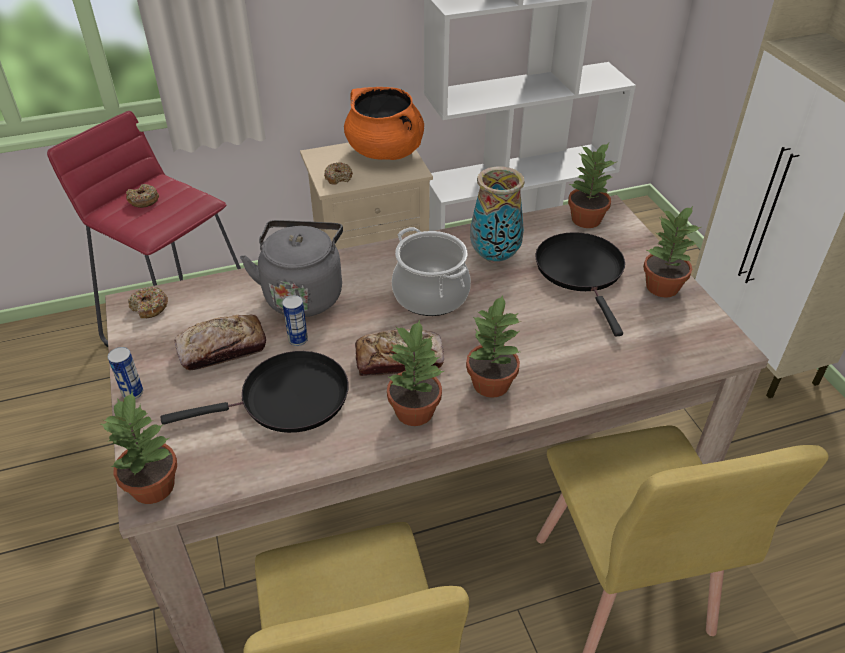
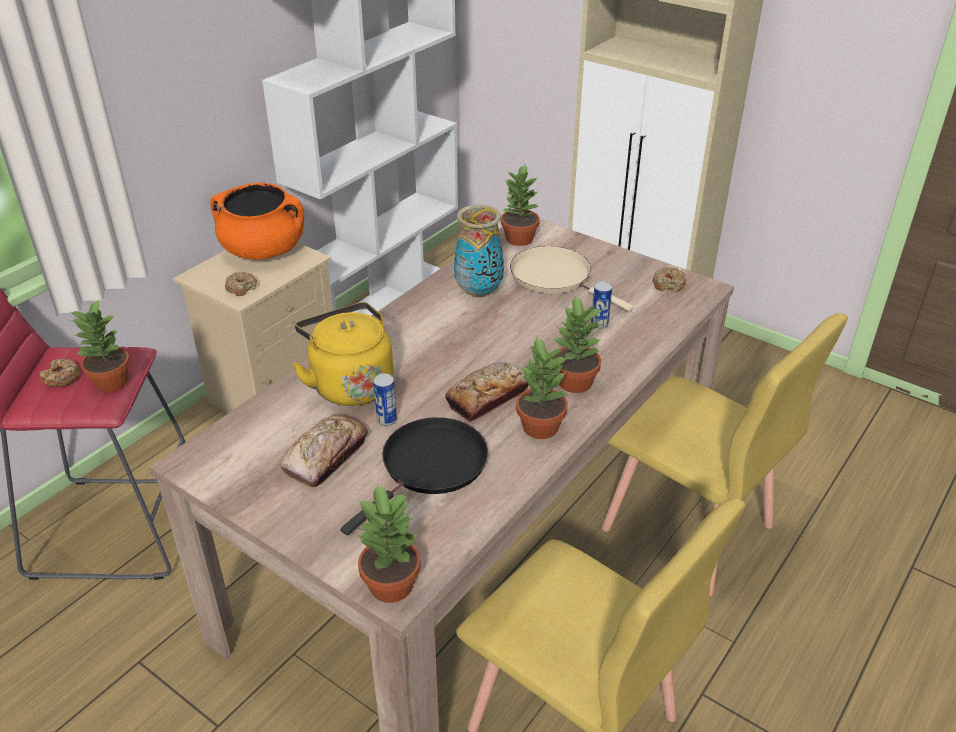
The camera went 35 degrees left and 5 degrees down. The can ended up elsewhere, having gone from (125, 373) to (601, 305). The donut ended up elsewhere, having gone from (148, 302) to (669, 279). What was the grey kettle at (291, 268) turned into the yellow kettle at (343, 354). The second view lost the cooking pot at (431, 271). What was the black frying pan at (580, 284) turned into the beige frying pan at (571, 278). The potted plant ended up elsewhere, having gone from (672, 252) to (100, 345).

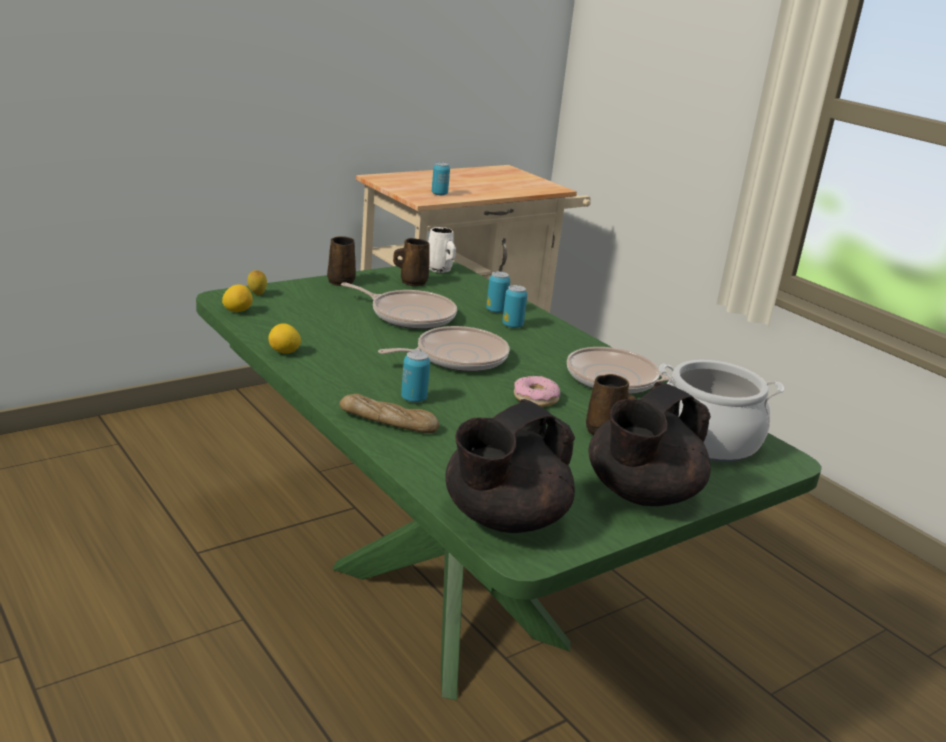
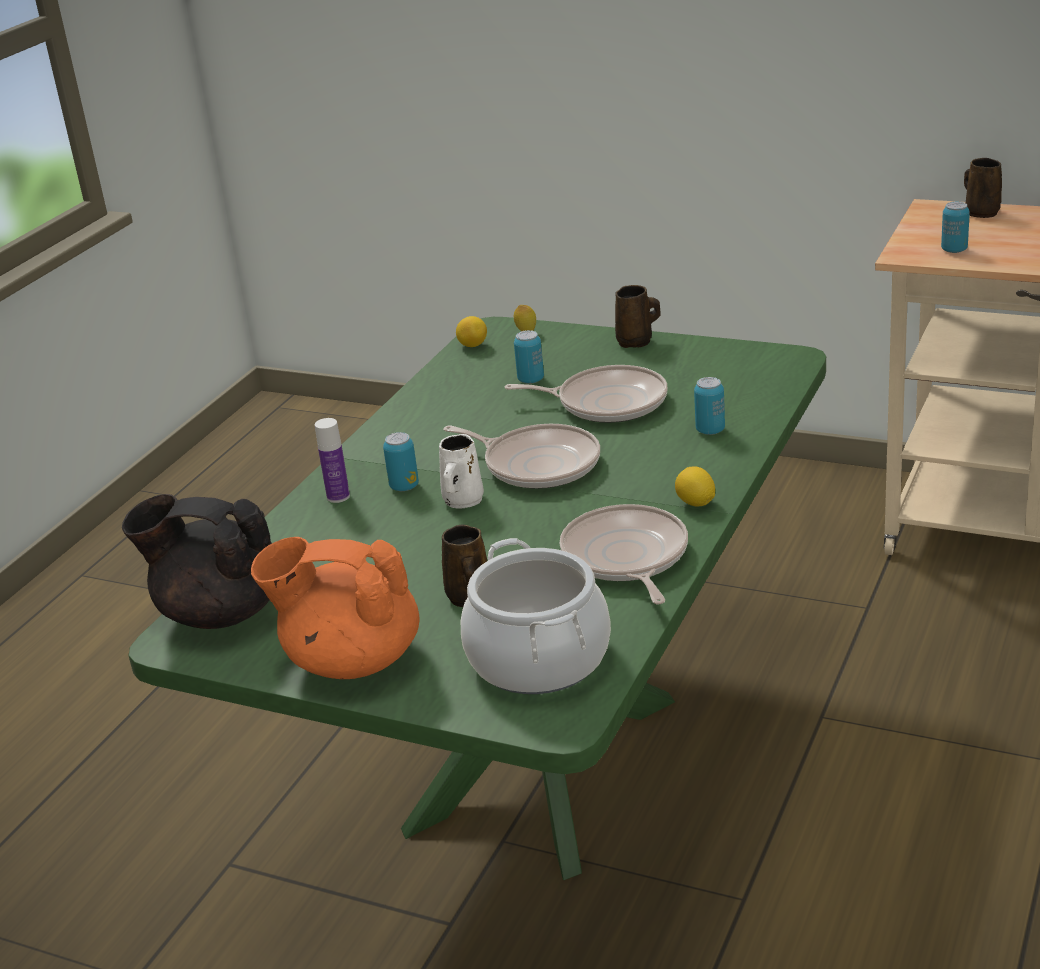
The camera went 65 degrees right and 5 degrees up. The lemon ended up elsewhere, having gone from (284, 338) to (695, 486). Where the bread stood at (389, 413), the bottle came to stand at (332, 460). The frying pan at (399, 305) ended up facing another way, 75 degrees counterclockwise from before. The brown mug ended up elsewhere, having gone from (411, 262) to (983, 188). The white mug ended up elsewhere, having gone from (442, 250) to (461, 471). The can ended up elsewhere, having gone from (514, 306) to (529, 357). The second view lost the donut at (537, 391). What was the black teapot at (650, 444) turned into the orange teapot at (335, 608).

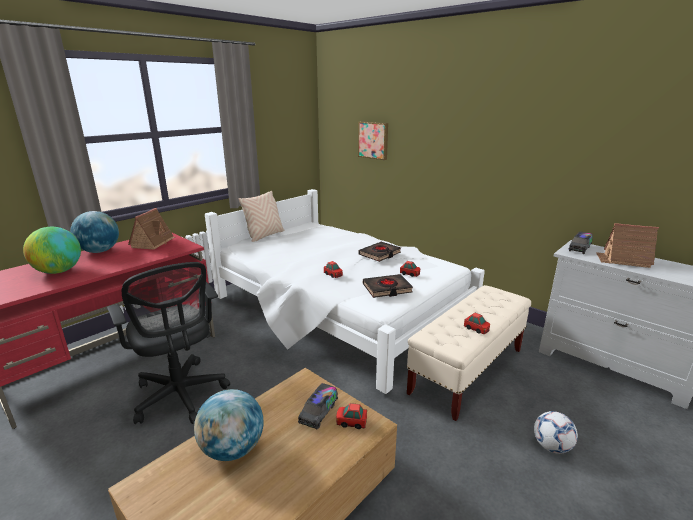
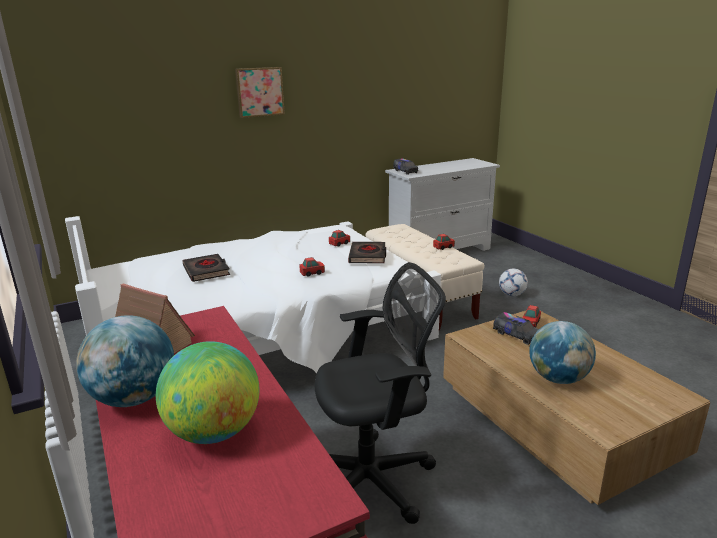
The camera went 70 degrees left and 0 degrees up. The second view lost the beige pillow at (261, 216). The picture ended up elsewhere, having gone from (373, 140) to (260, 92). The black book ended up elsewhere, having gone from (379, 252) to (206, 268). The second view lost the toy house at (627, 245).

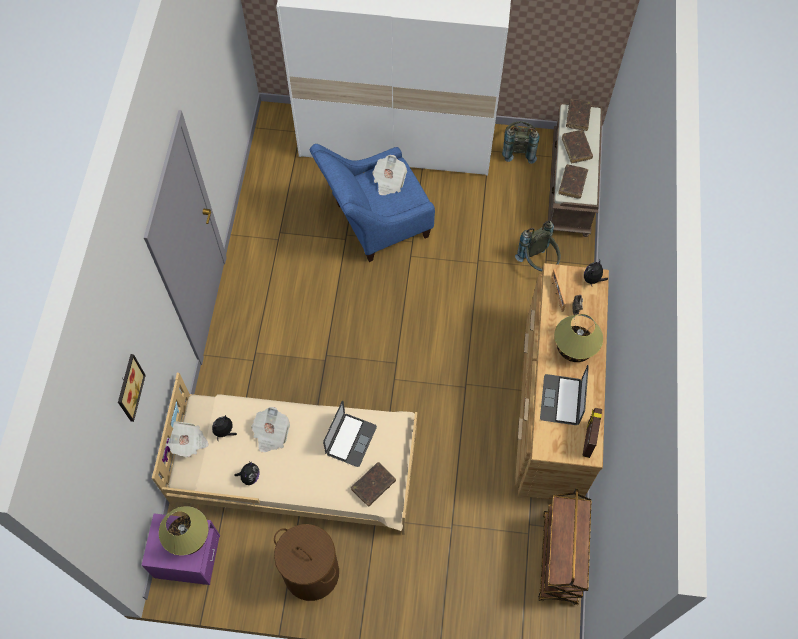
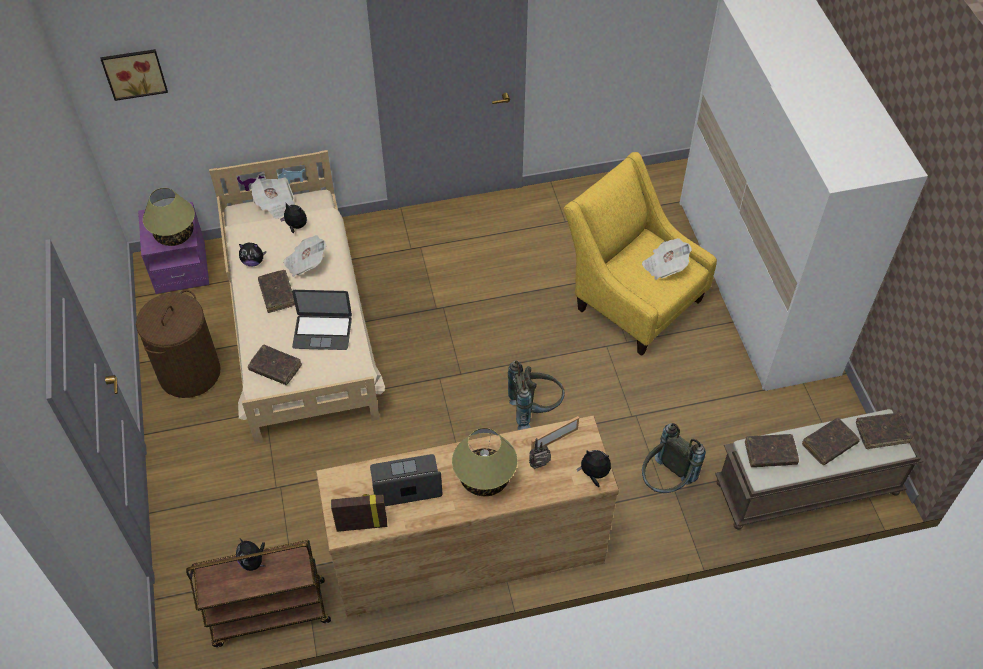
The camera went 70 degrees right and 10 degrees down. The picture ended up elsewhere, having gone from (132, 388) to (134, 75). What was the blue armchair at (372, 203) turned into the yellow armchair at (640, 254). The grey backpack ended up elsewhere, having gone from (520, 142) to (536, 395). The second view gained the plush toy at (251, 554). The second view gained the brown book at (276, 291).

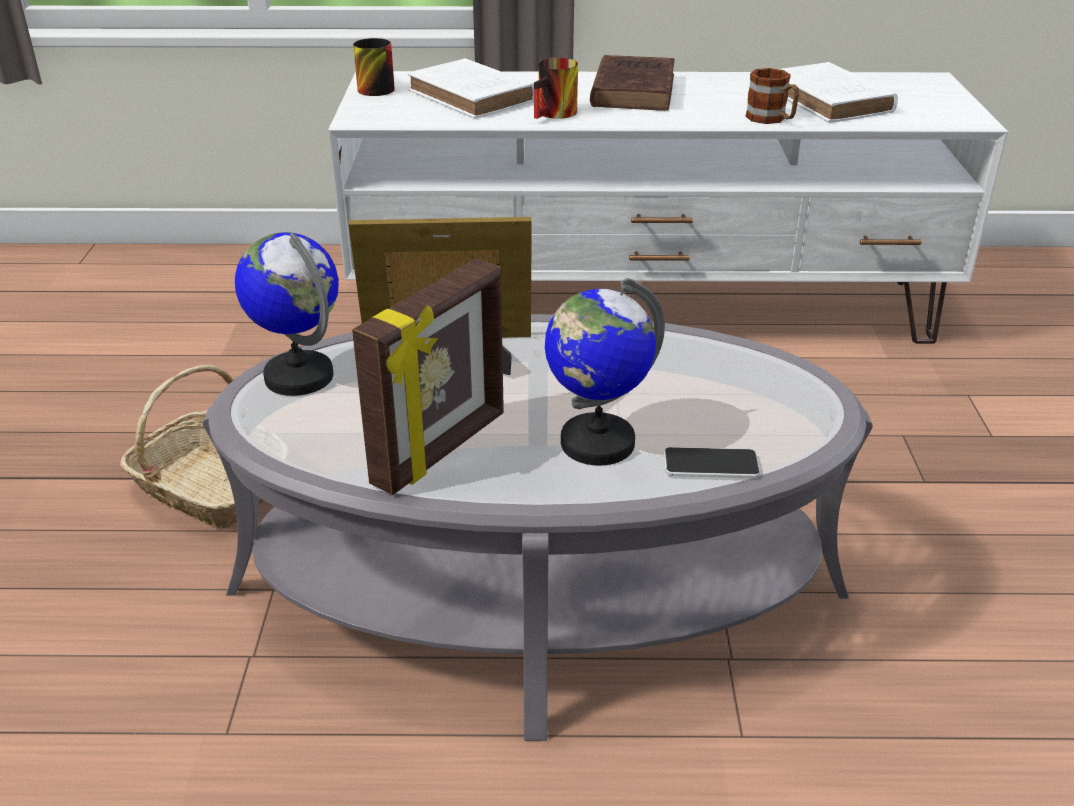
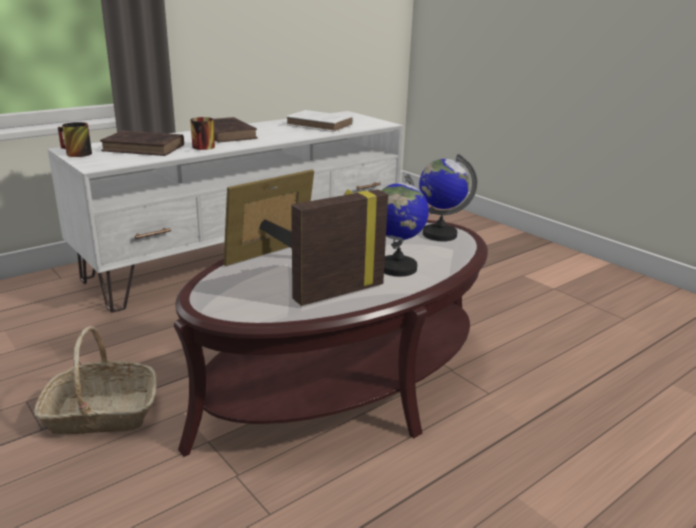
The camera went 40 degrees left and 10 degrees down. What was the grey coffee table at (537, 527) turned into the brown coffee table at (331, 338). The globe ended up elsewhere, having gone from (287, 314) to (448, 197). The picture frame at (428, 377) ended up facing another way, 120 degrees counterclockwise from before. What was the white book at (471, 88) turned into the brown book at (142, 143). The second view lost the phone at (712, 462). The second view lost the mug at (772, 96).

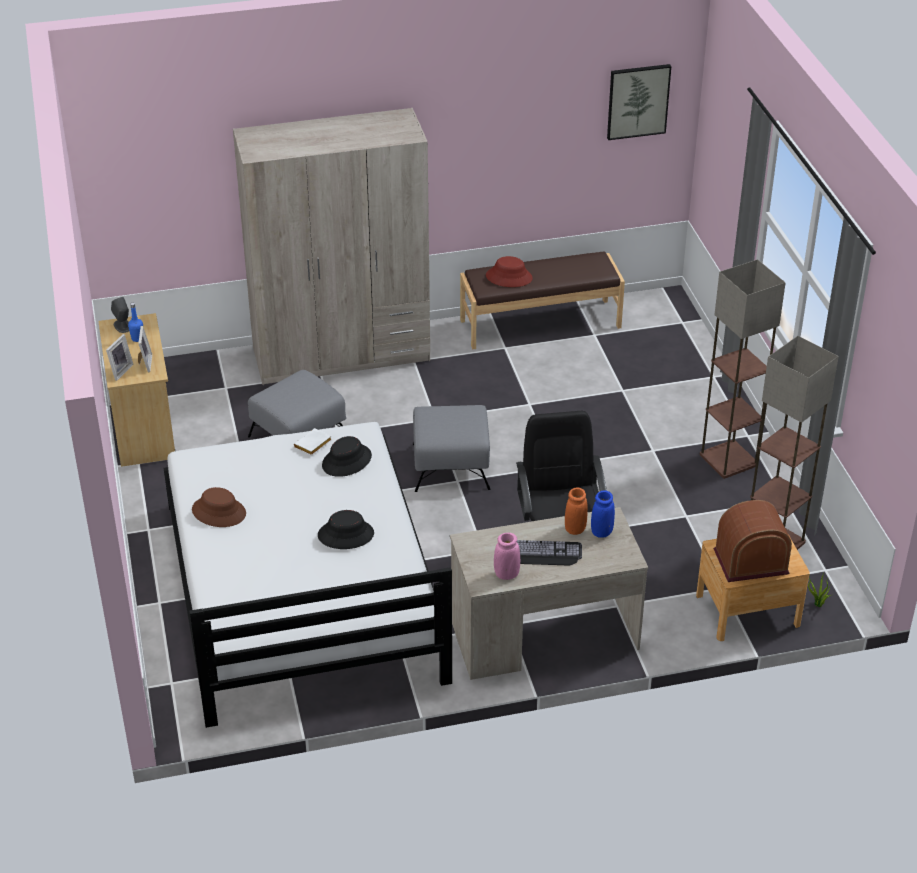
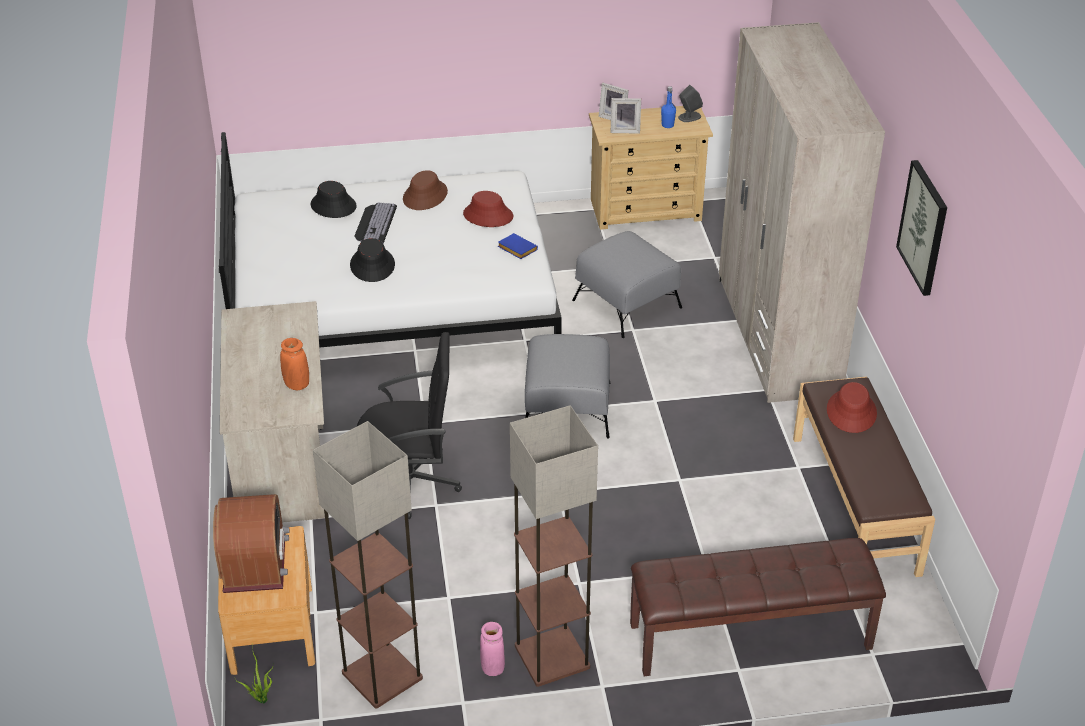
The camera went 95 degrees right and 0 degrees up. What was the white book at (313, 442) turned into the blue book at (518, 246). The black hat ended up elsewhere, having gone from (347, 456) to (333, 199). The pink vase ended up elsewhere, having gone from (507, 556) to (492, 649). The keyboard ended up elsewhere, having gone from (549, 553) to (375, 222). The second view lost the blue vase at (603, 514). The picture ended up elsewhere, having gone from (639, 102) to (921, 228). The second view gained the red hat at (488, 209). The second view gained the brown bench at (758, 607).

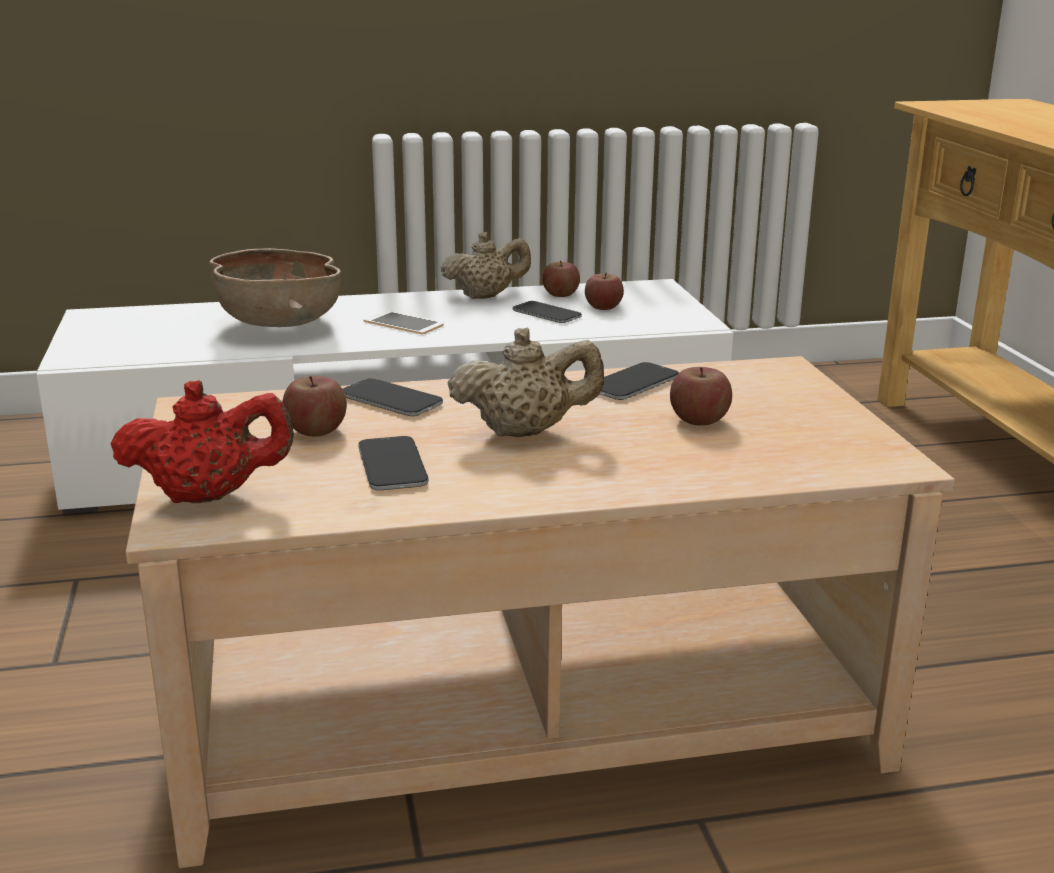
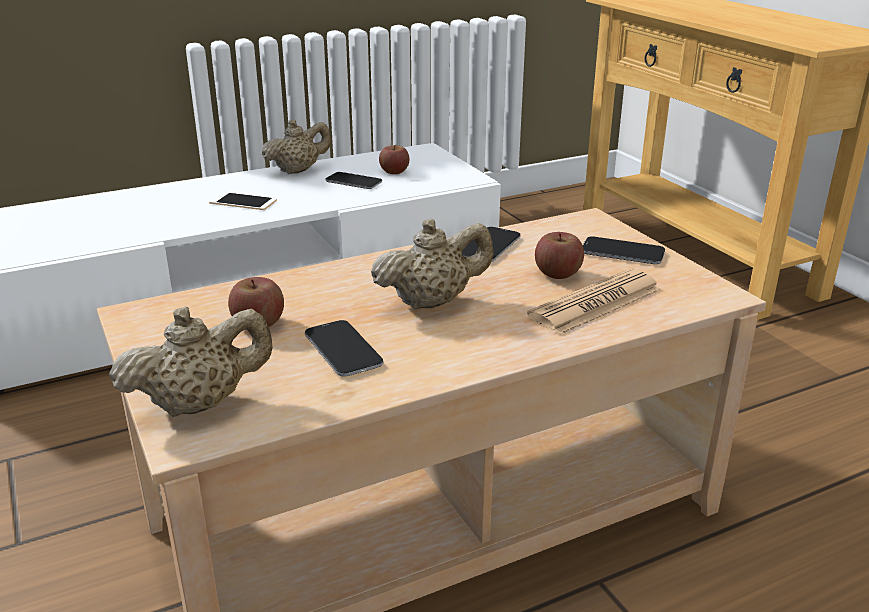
The camera went 15 degrees left and 5 degrees up. What was the red teapot at (202, 441) turned into the beige teapot at (191, 361). The second view lost the brown bowl at (275, 287). The phone ended up elsewhere, having gone from (393, 397) to (624, 250). The second view lost the apple at (561, 279). The second view gained the newspaper at (594, 302).

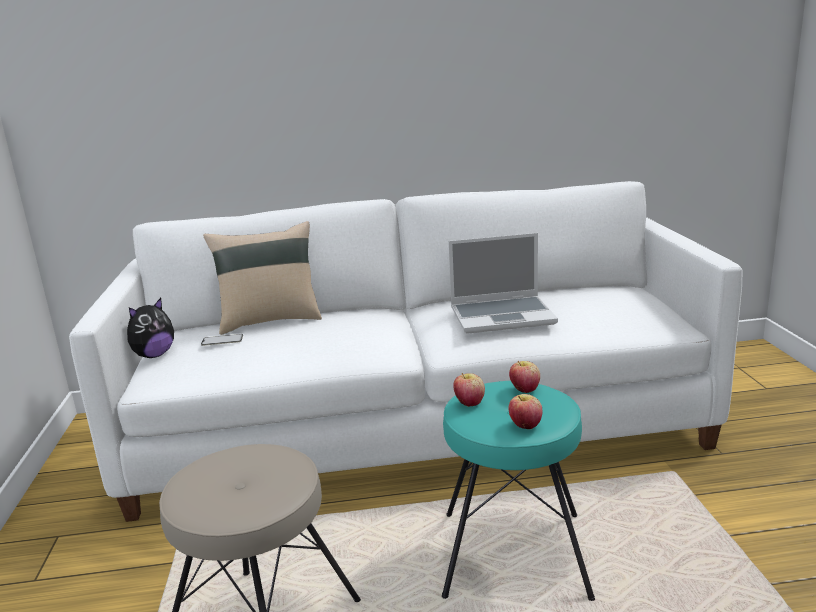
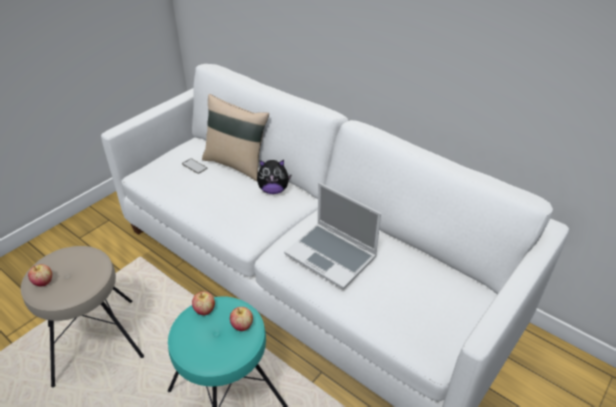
The camera went 45 degrees right and 20 degrees up. The plush toy ended up elsewhere, having gone from (150, 328) to (274, 177). The apple ended up elsewhere, having gone from (525, 411) to (40, 275).

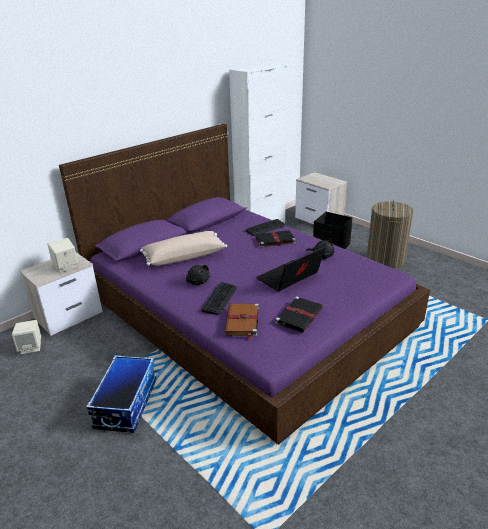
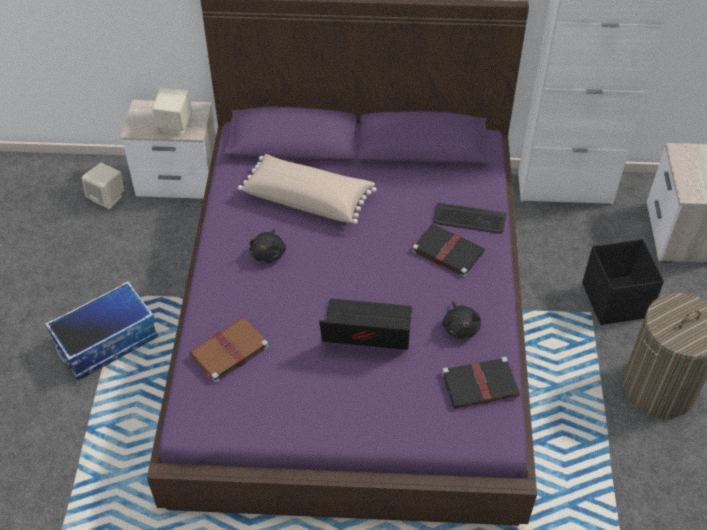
The camera went 45 degrees right and 20 degrees up. The second view lost the keyboard at (219, 298). The black book ended up elsewhere, having gone from (299, 314) to (481, 383).

